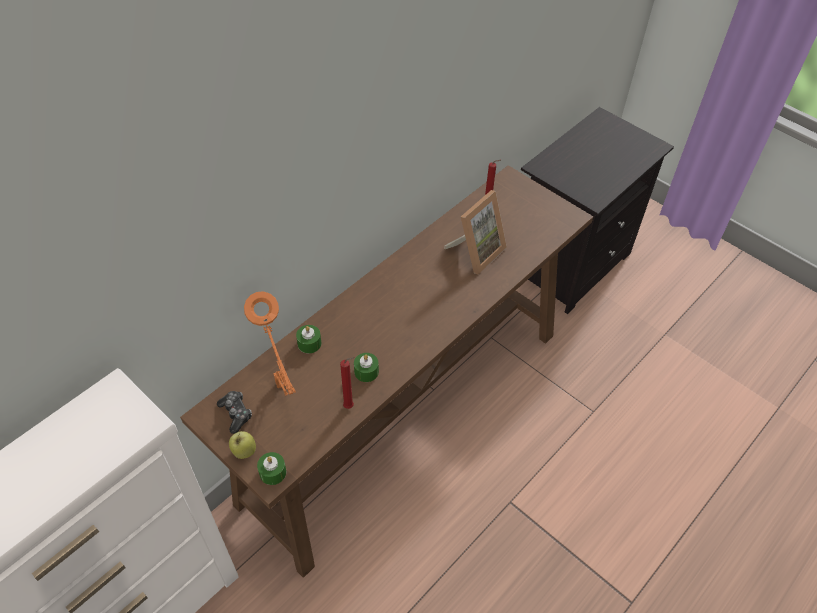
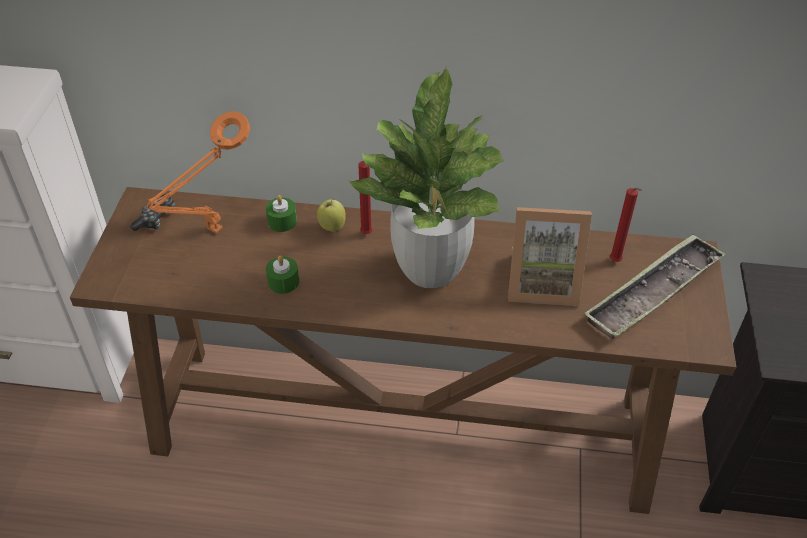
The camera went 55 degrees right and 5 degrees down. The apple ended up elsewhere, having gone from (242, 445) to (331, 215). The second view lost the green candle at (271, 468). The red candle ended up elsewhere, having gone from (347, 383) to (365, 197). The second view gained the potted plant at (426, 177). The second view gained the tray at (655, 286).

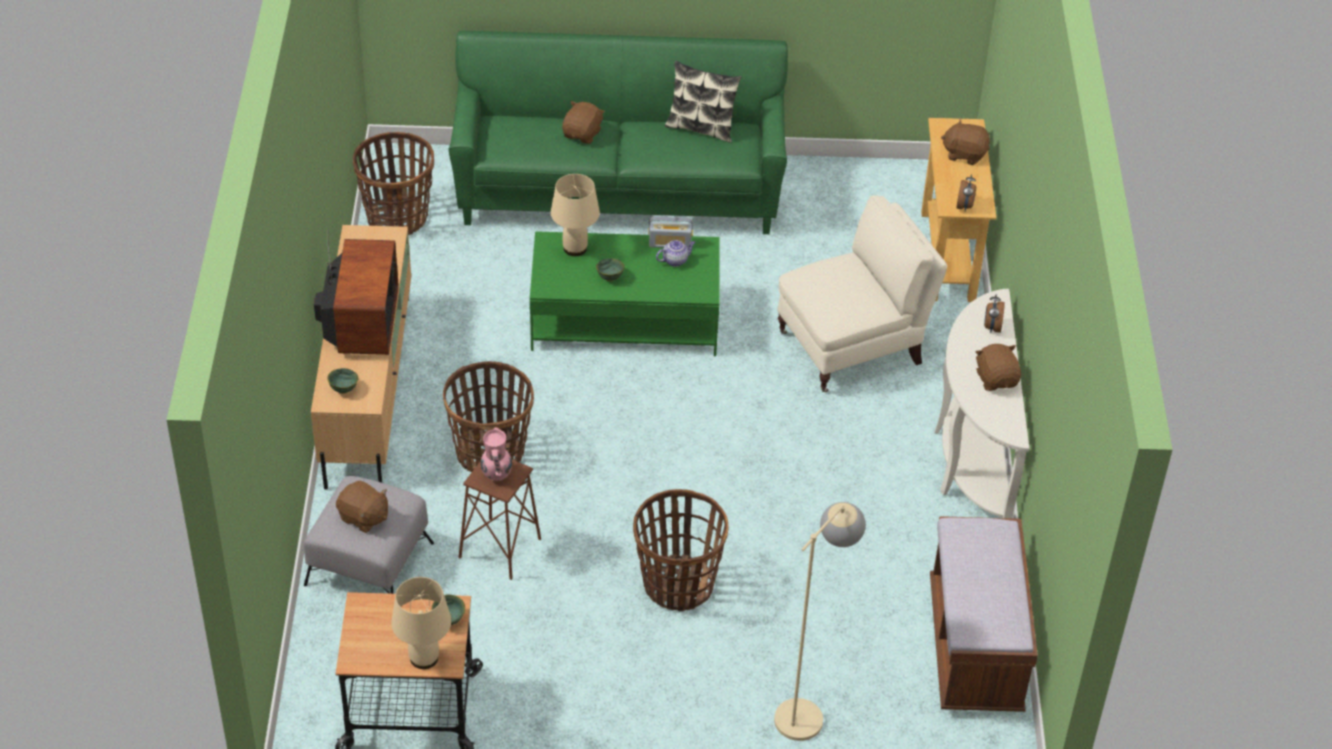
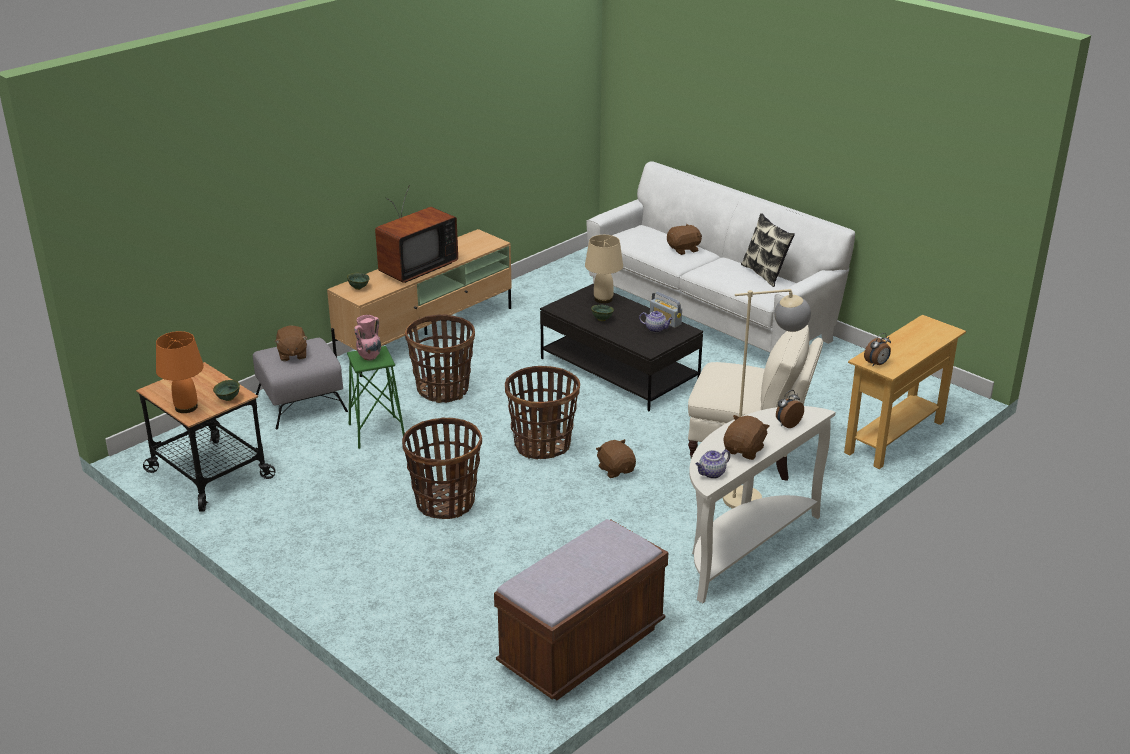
The camera went 45 degrees right and 15 degrees down. The basket ended up elsewhere, having gone from (393, 183) to (542, 413). What was the beige table lamp at (421, 623) turned into the orange table lamp at (180, 372). What was the green sofa at (618, 132) turned into the white sofa at (720, 257). What was the brown stool at (500, 520) turned into the green stool at (376, 397). What was the green coffee table at (625, 293) turned into the black coffee table at (621, 348). The beige floor lamp ended up elsewhere, having gone from (820, 621) to (767, 399). The brown plush toy ended up elsewhere, having gone from (965, 142) to (616, 458). The second view gained the teapot at (713, 464).

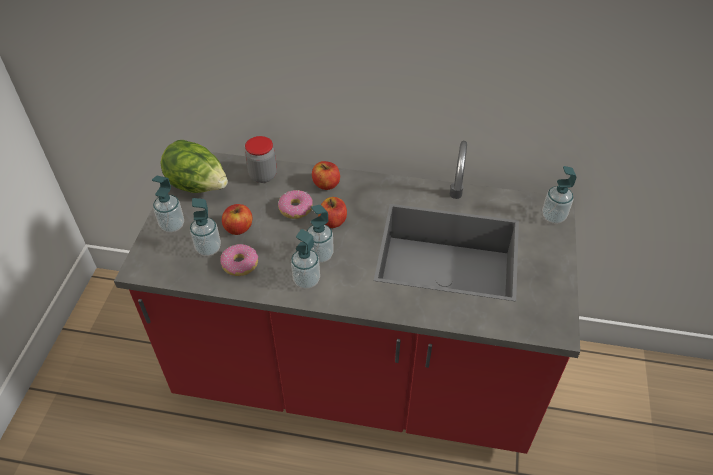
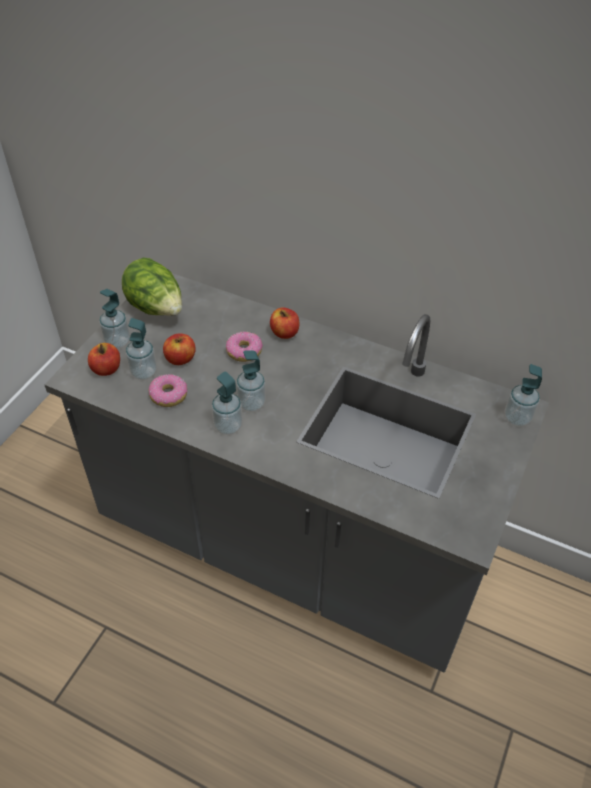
The camera went 15 degrees right and 0 degrees up. What was the red counter at (347, 297) turned into the grey counter at (296, 473). The second view lost the jar at (261, 159). The apple ended up elsewhere, having gone from (332, 212) to (104, 359).

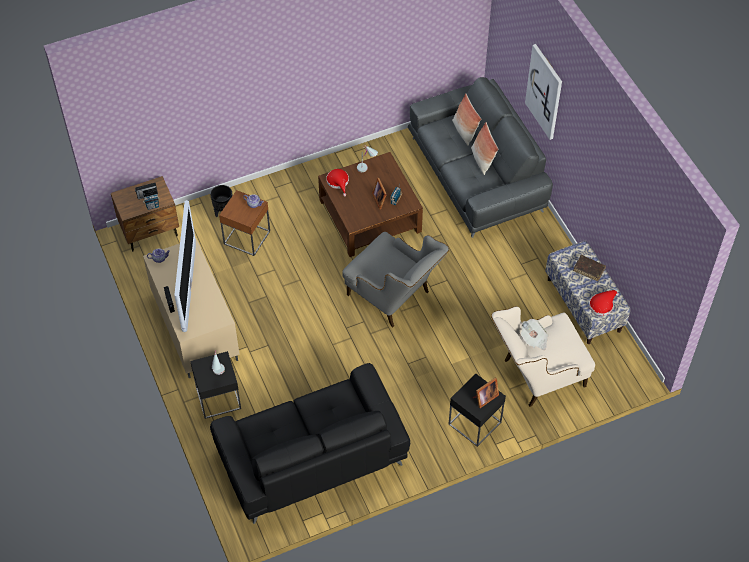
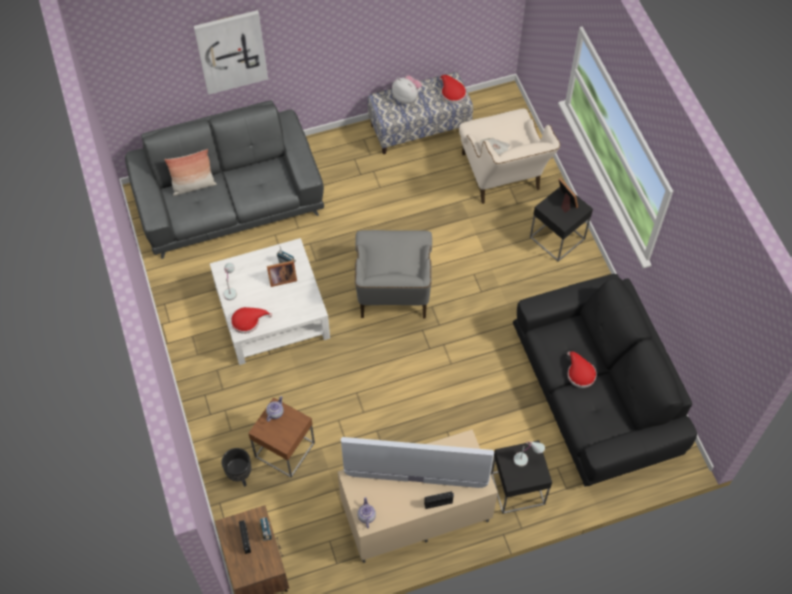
The camera went 85 degrees left and 5 degrees up. What was the brown coffee table at (370, 204) turned into the white coffee table at (270, 301). The grey armchair at (395, 279) ended up facing another way, 135 degrees clockwise from before. The second view lost the pillow at (485, 148). Where the brown book stood at (589, 268), the plush toy came to stand at (407, 89). The second view gained the red hat at (582, 369).

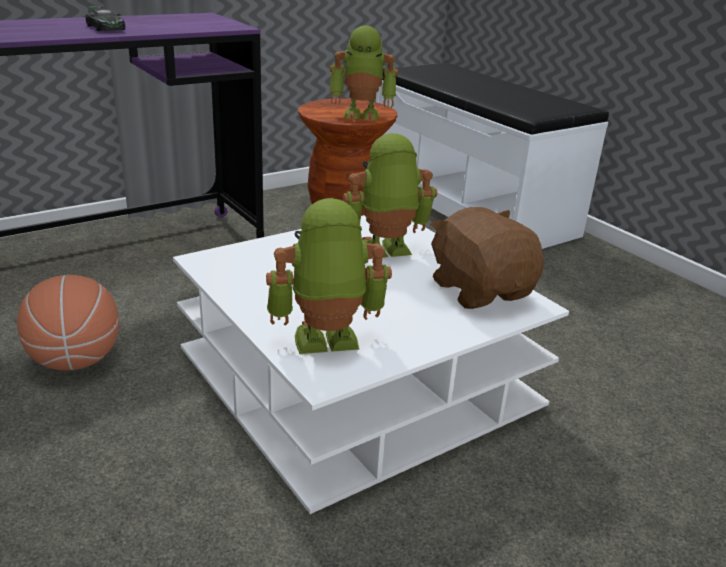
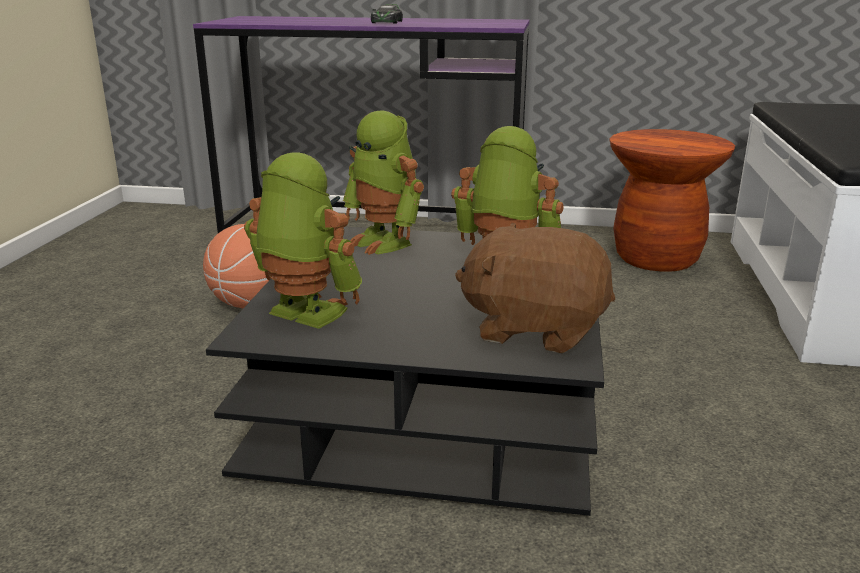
The camera went 45 degrees right and 5 degrees down. What was the white coffee table at (371, 364) turned into the black coffee table at (405, 371). The toy robot ended up elsewhere, having gone from (364, 73) to (383, 182). The brown plush toy at (487, 258) ended up facing another way, 90 degrees counterclockwise from before.

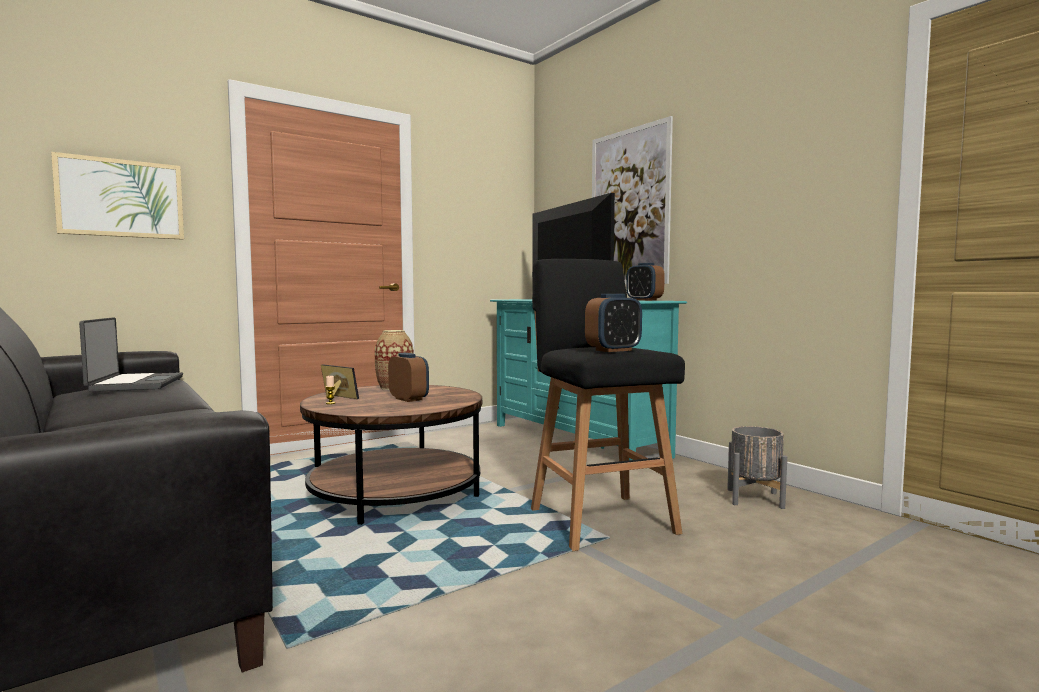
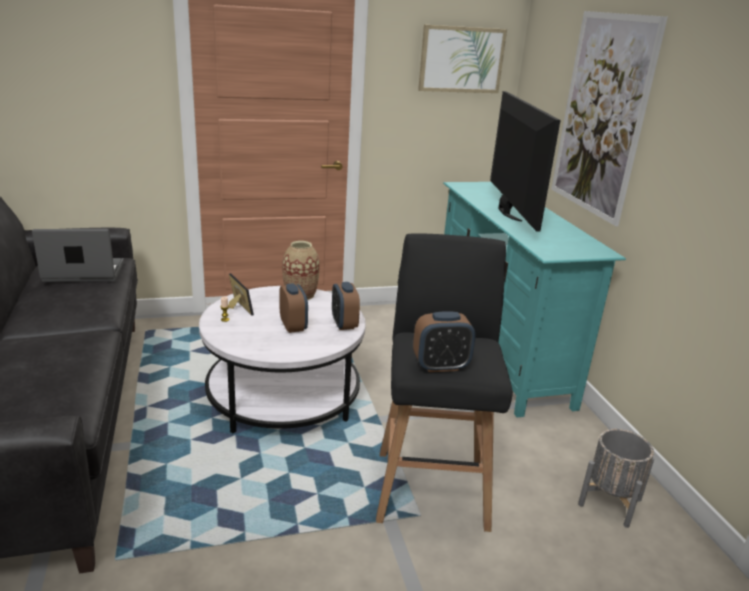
The camera went 20 degrees right and 20 degrees up. The picture ended up elsewhere, having gone from (117, 196) to (462, 59). The laptop at (131, 354) ended up facing another way, 105 degrees counterclockwise from before. What was the brown coffee table at (391, 455) turned into the white coffee table at (282, 360). The alarm clock ended up elsewhere, having gone from (645, 282) to (346, 306).

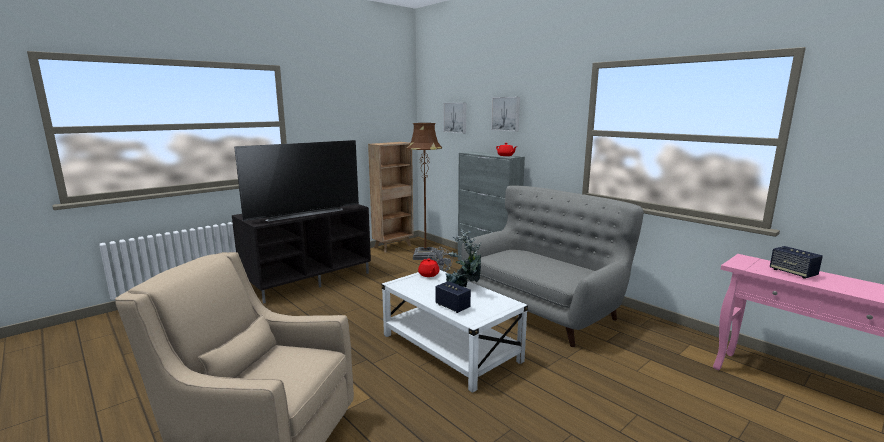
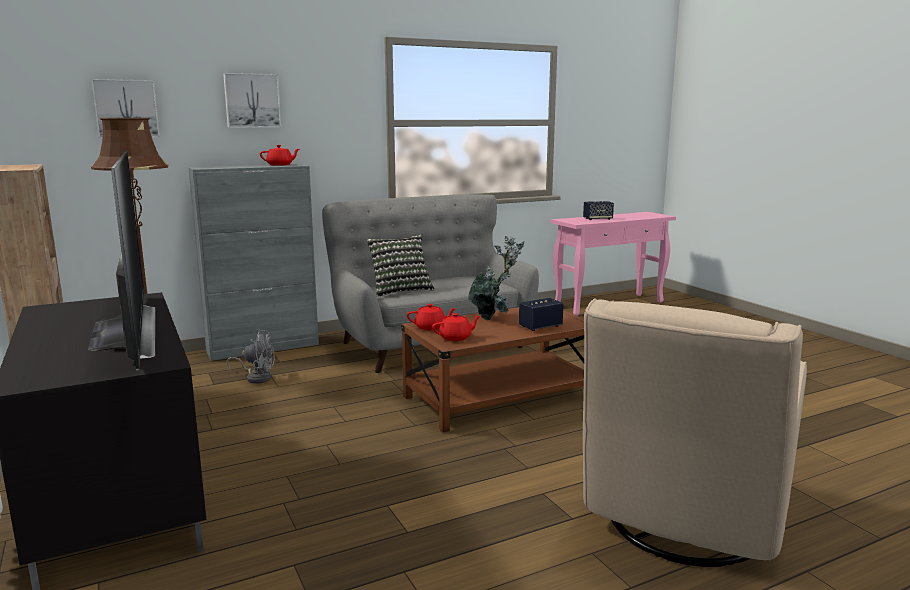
The camera went 75 degrees left and 0 degrees up. What was the white coffee table at (455, 331) turned into the brown coffee table at (492, 370). The second view gained the pillow at (400, 265). The second view gained the red teapot at (456, 327).

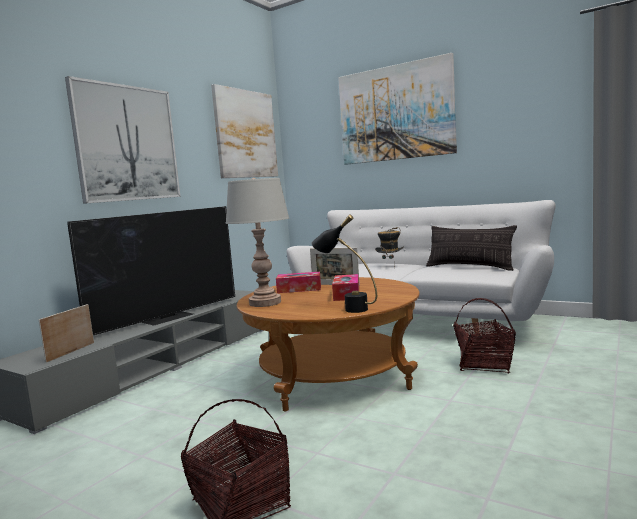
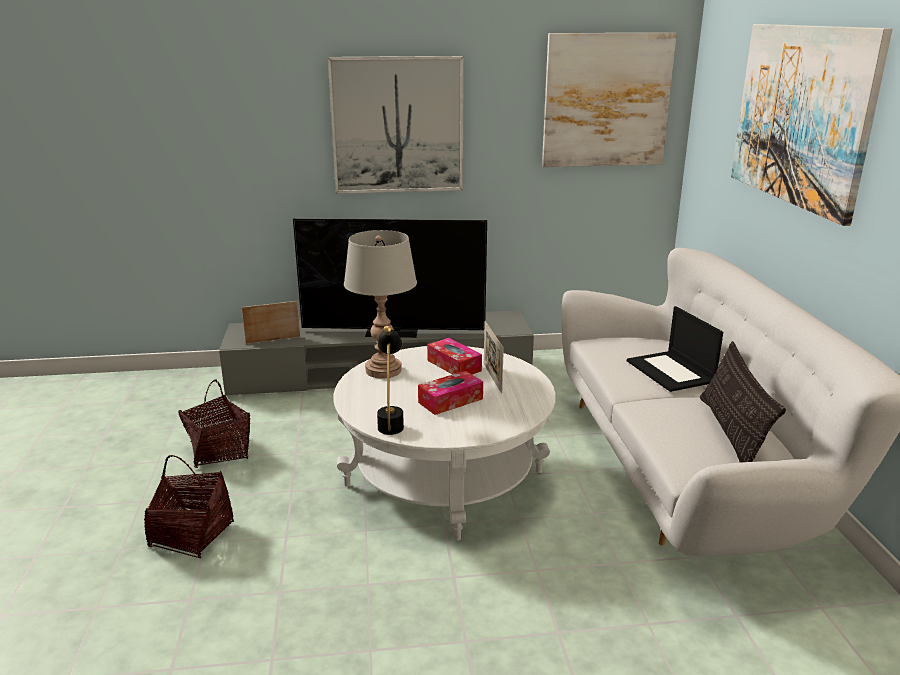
The camera went 50 degrees right and 15 degrees up. What was the brown coffee table at (328, 344) turned into the white coffee table at (444, 443). Where the hat stood at (389, 247), the laptop came to stand at (675, 349). The basket ended up elsewhere, having gone from (485, 336) to (214, 424).

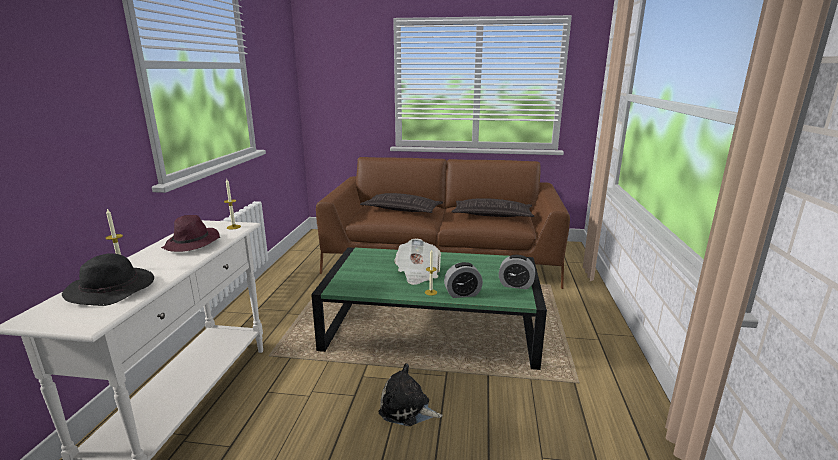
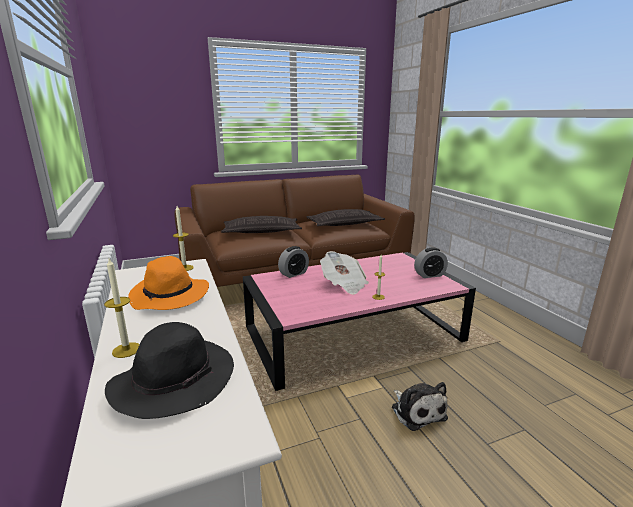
The camera went 30 degrees left and 0 degrees up. What was the purple hat at (190, 233) turned into the orange hat at (168, 283). What was the green coffee table at (429, 308) turned into the pink coffee table at (359, 321). The plush toy at (411, 394) ended up facing another way, 105 degrees counterclockwise from before. The alarm clock ended up elsewhere, having gone from (463, 280) to (293, 262).

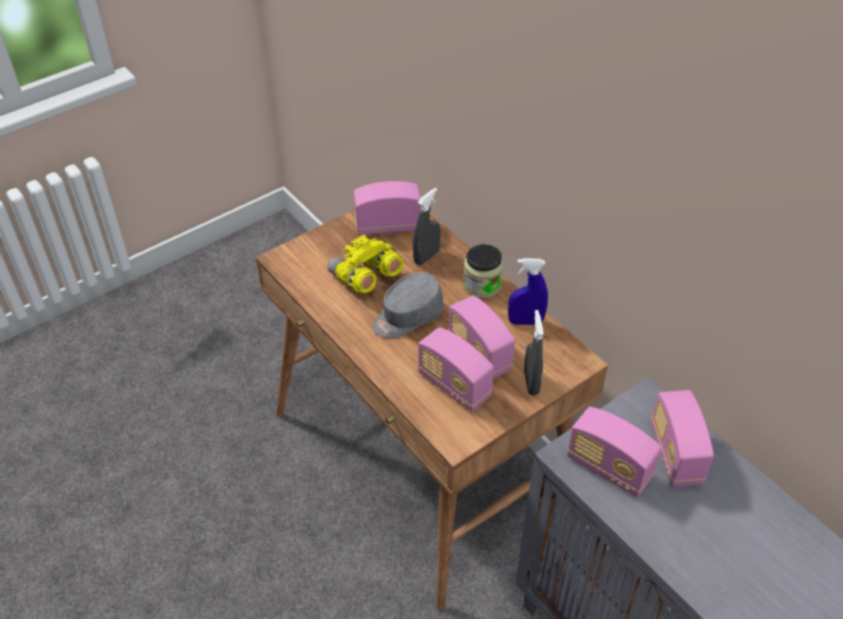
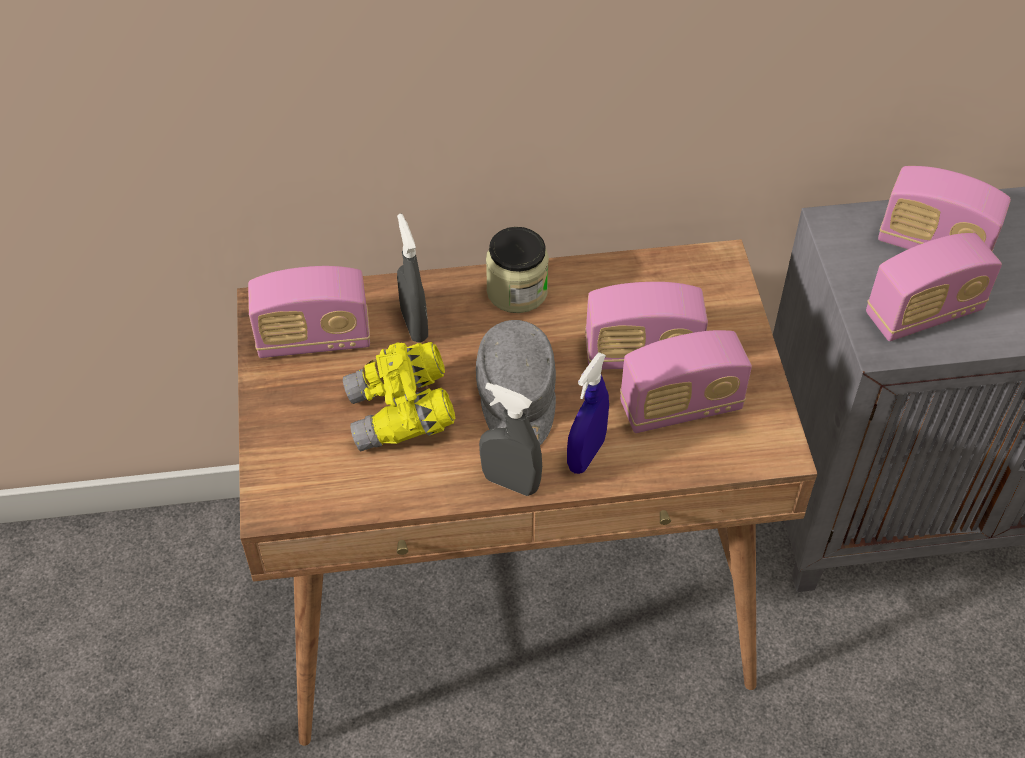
The camera went 60 degrees left and 5 degrees up. The radio at (387, 208) ended up facing another way, 120 degrees counterclockwise from before. The blue spray bottle ended up elsewhere, having gone from (528, 292) to (588, 413). The grey spray bottle ended up elsewhere, having gone from (534, 353) to (510, 439).

